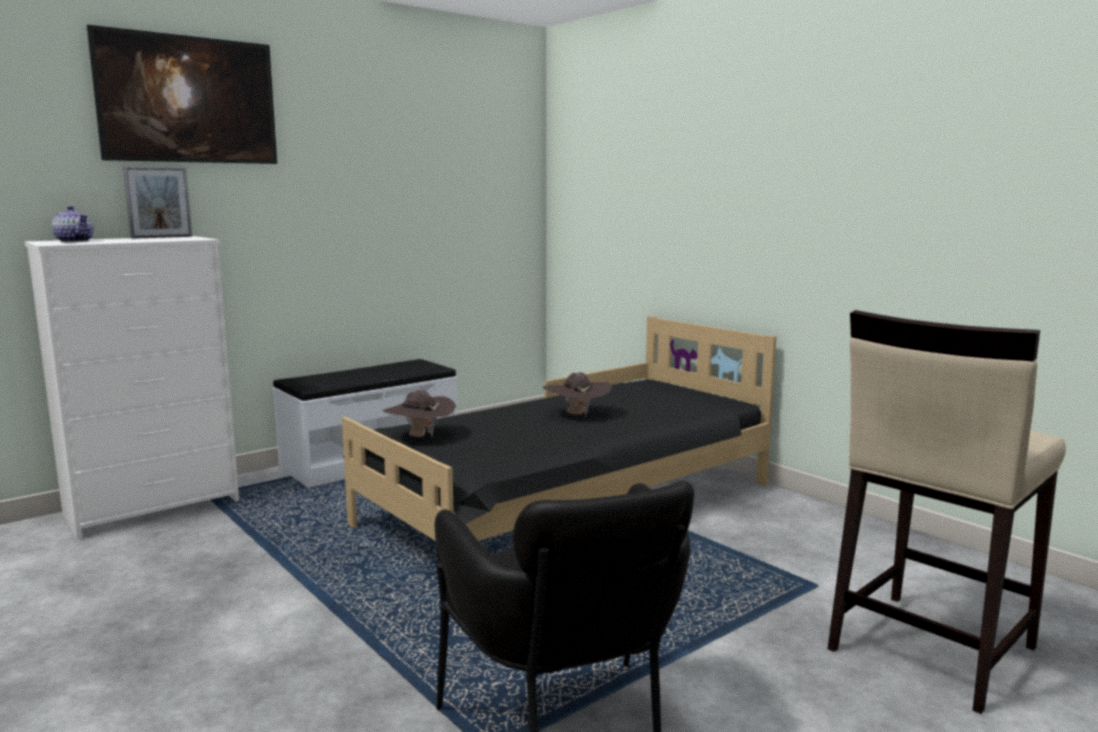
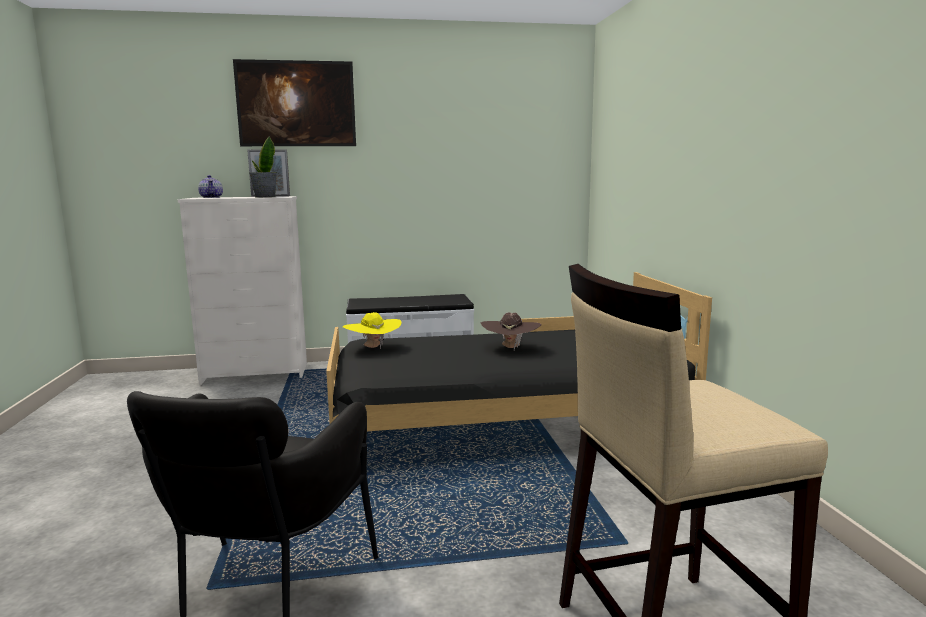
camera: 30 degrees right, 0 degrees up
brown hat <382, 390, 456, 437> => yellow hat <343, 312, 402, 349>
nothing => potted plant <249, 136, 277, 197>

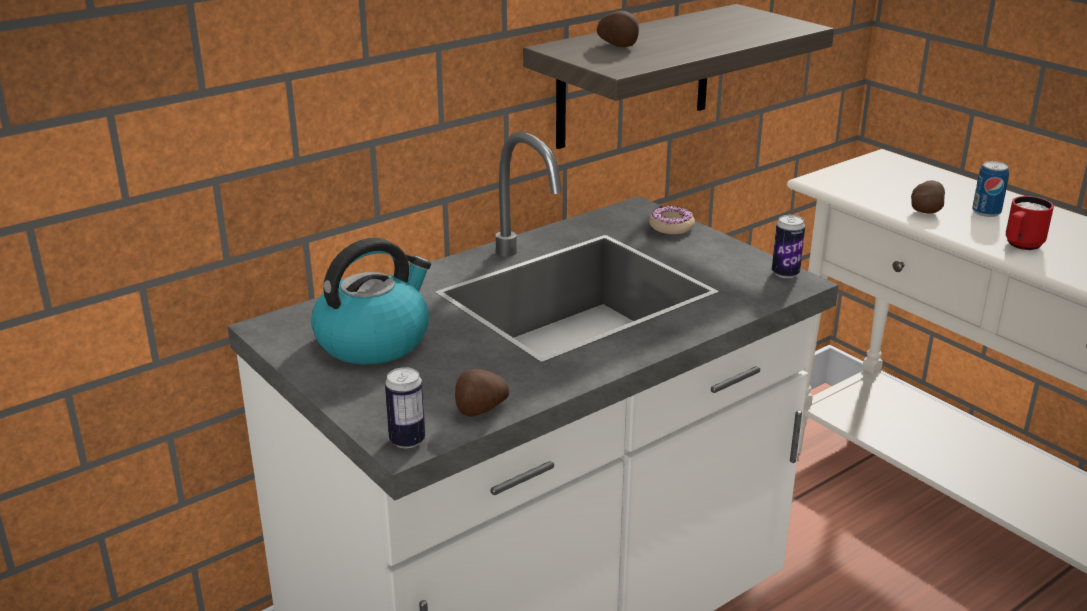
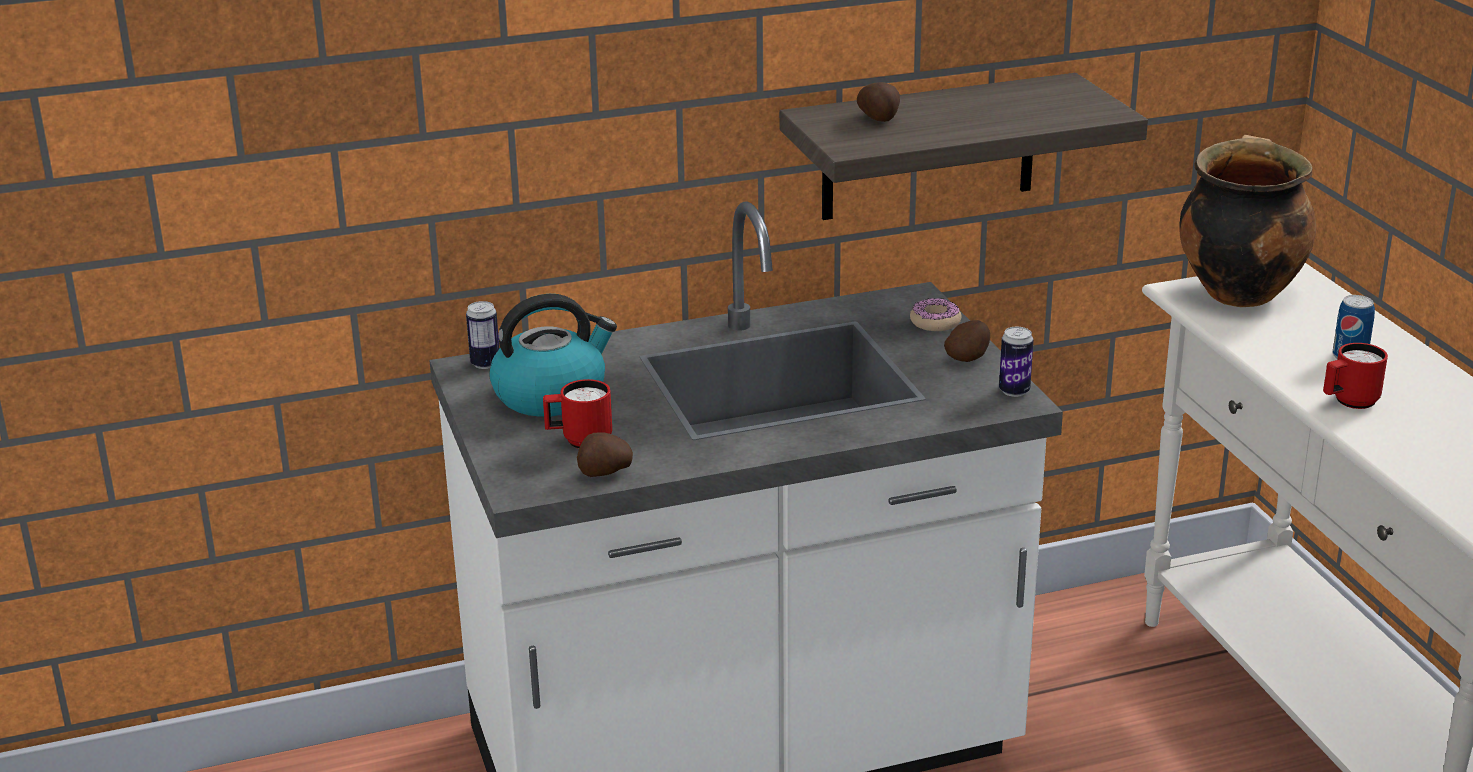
camera: 20 degrees right, 0 degrees up
can <385, 367, 425, 448> => can <466, 301, 499, 369>, moved
potato <911, 180, 945, 214> => potato <944, 320, 990, 362>, moved
nothing => red mug <543, 379, 612, 449>
nothing => cooking pot <1179, 135, 1316, 307>

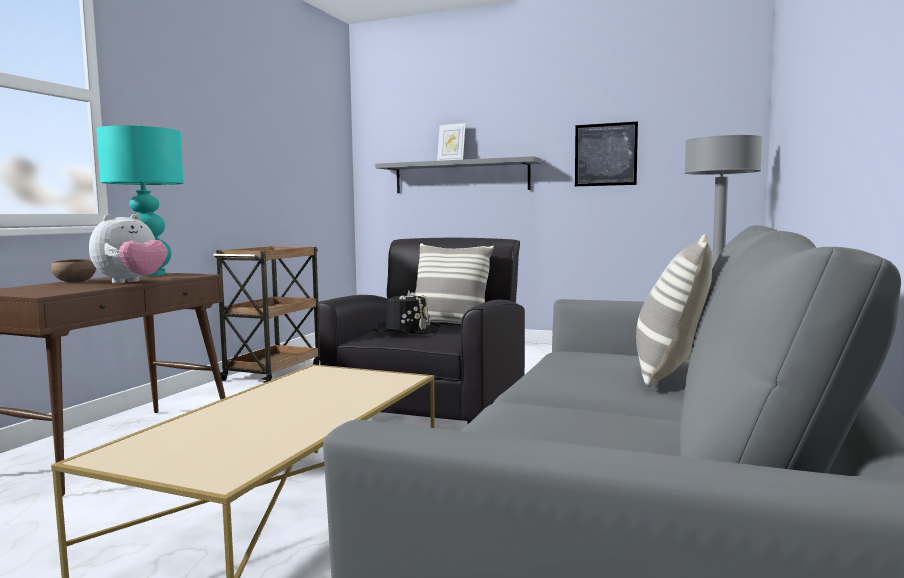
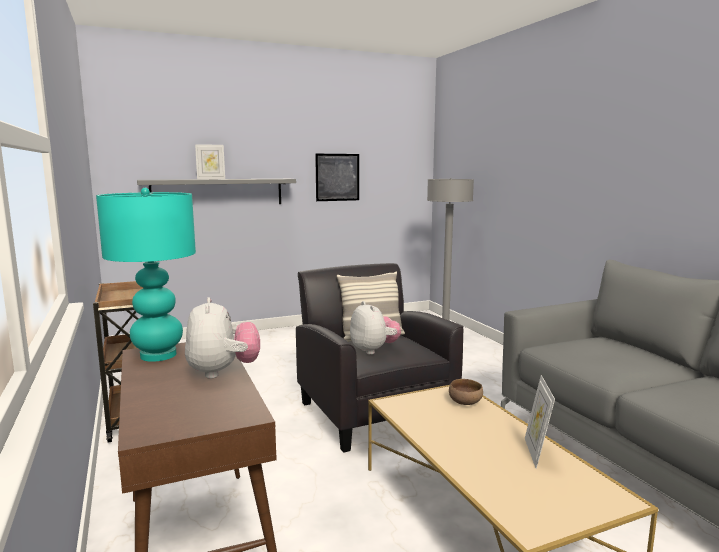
camera: 45 degrees left, 5 degrees up
brown bowl <51, 259, 96, 283> => brown bowl <449, 379, 483, 405>, moved
black hat <372, 291, 440, 334> => plush toy <350, 301, 401, 355>
pillow <636, 234, 712, 387> => nothing
nothing => picture frame <525, 375, 555, 469>

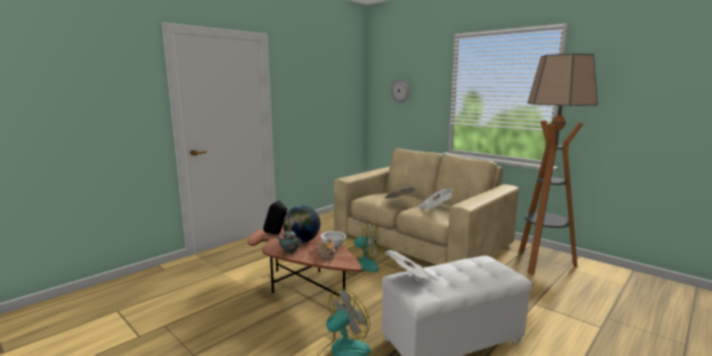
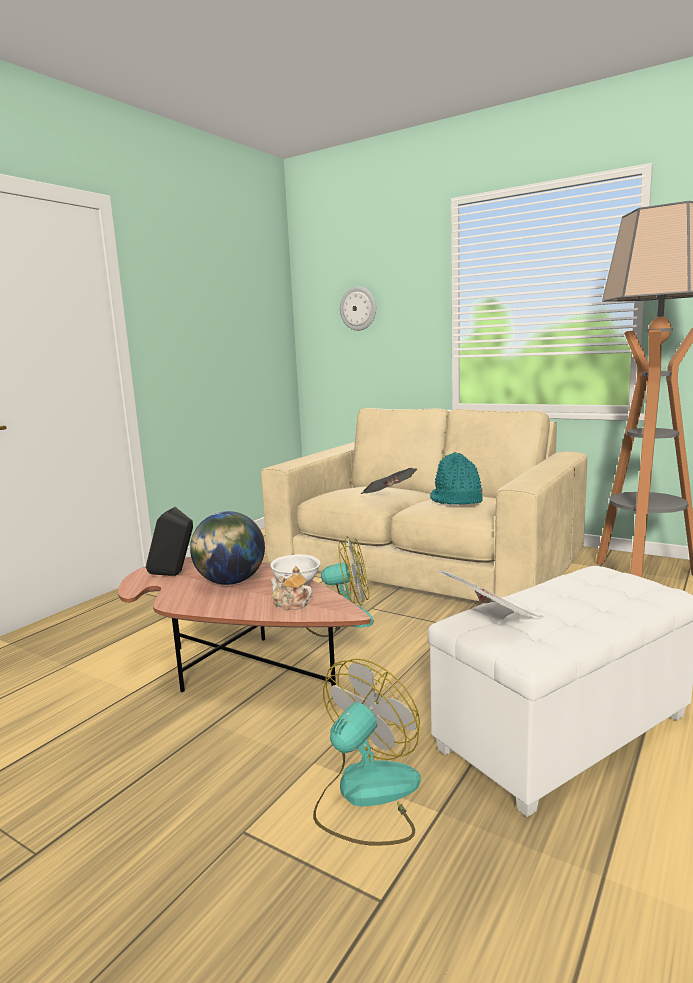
camera: 10 degrees left, 0 degrees up
teapot <277, 229, 303, 254> => nothing
newspaper <417, 188, 453, 210> => turquoise hat <430, 452, 483, 505>

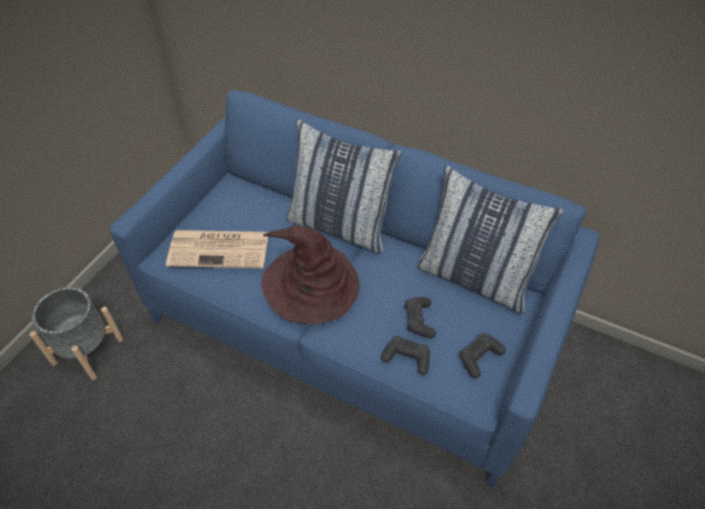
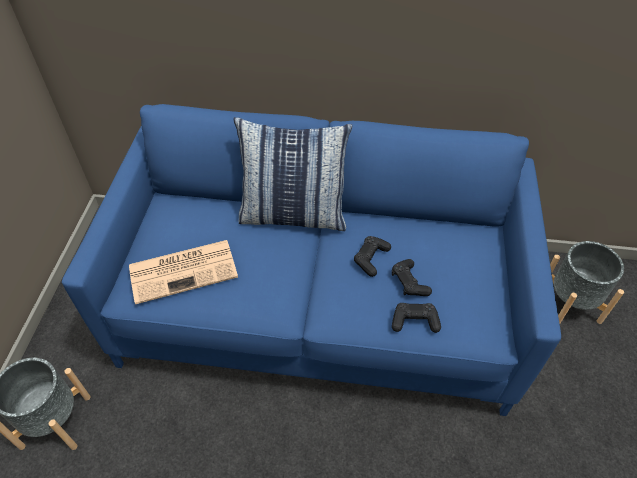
camera: 20 degrees left, 0 degrees up
brown hat <261, 225, 360, 324> => nothing
pillow <417, 165, 565, 314> => nothing
black game controller <460, 333, 506, 378> => black game controller <354, 236, 391, 277>, moved
nothing => grey planter <550, 241, 624, 324>

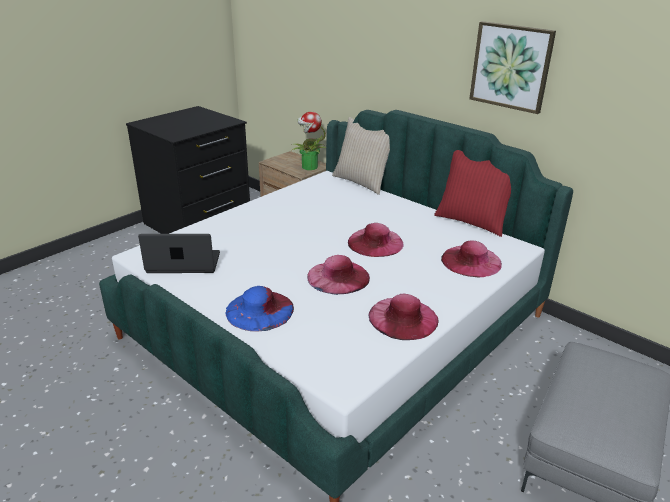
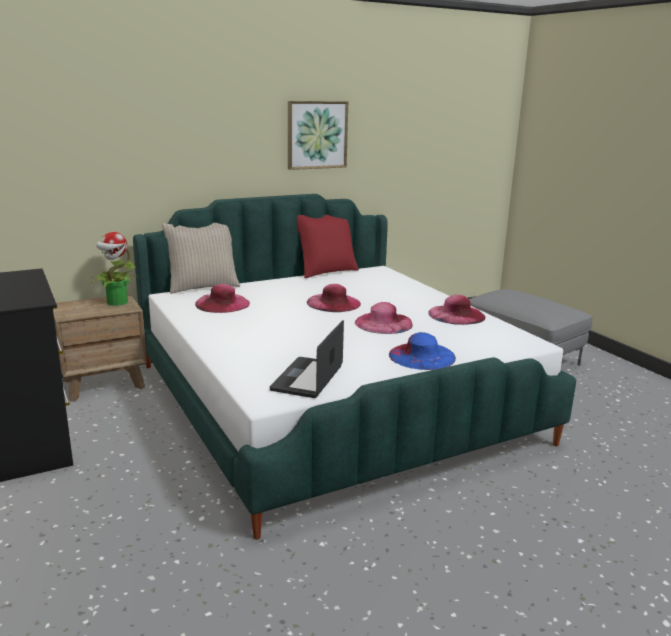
camera: 70 degrees left, 10 degrees down
pink hat <441, 240, 502, 277> => pink hat <195, 284, 250, 313>, moved

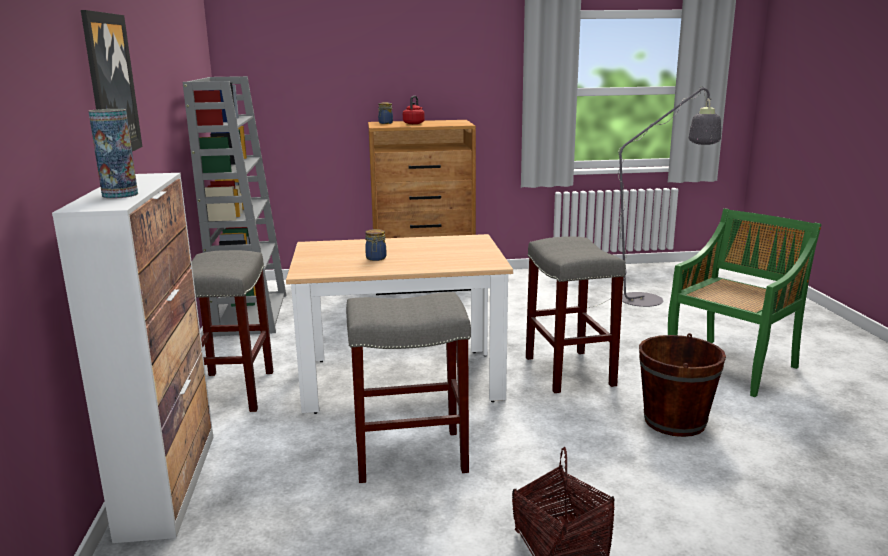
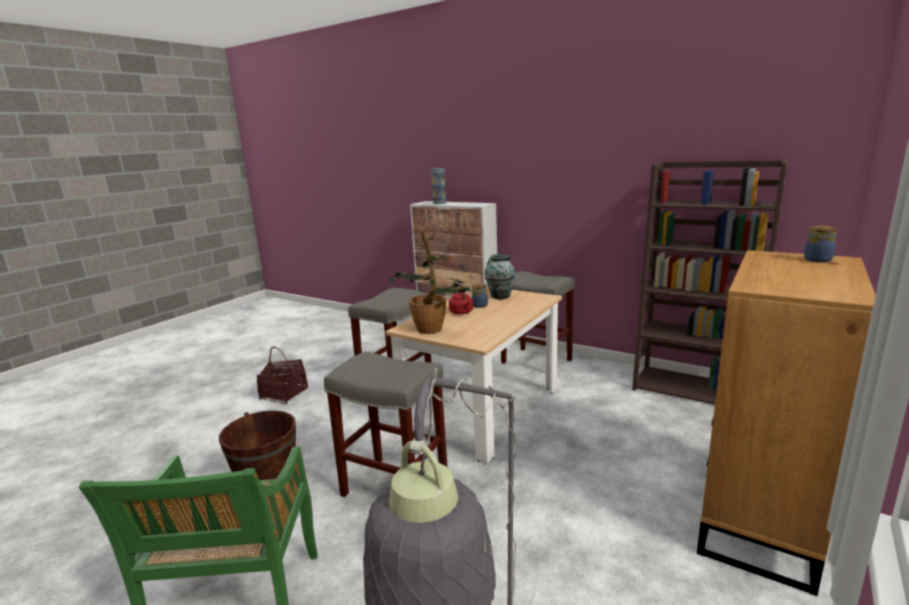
camera: 130 degrees right, 0 degrees up
picture <81, 10, 142, 151> => nothing
grey bookcase <182, 76, 286, 337> => brown bookcase <632, 160, 788, 405>
red kettle <403, 96, 425, 124> => red kettle <449, 283, 473, 314>, moved
nothing => potted plant <390, 231, 472, 334>
nothing => vase <485, 254, 515, 299>

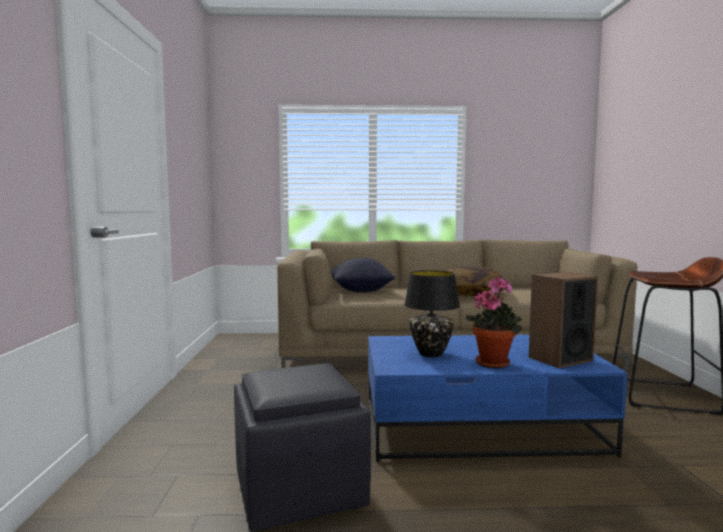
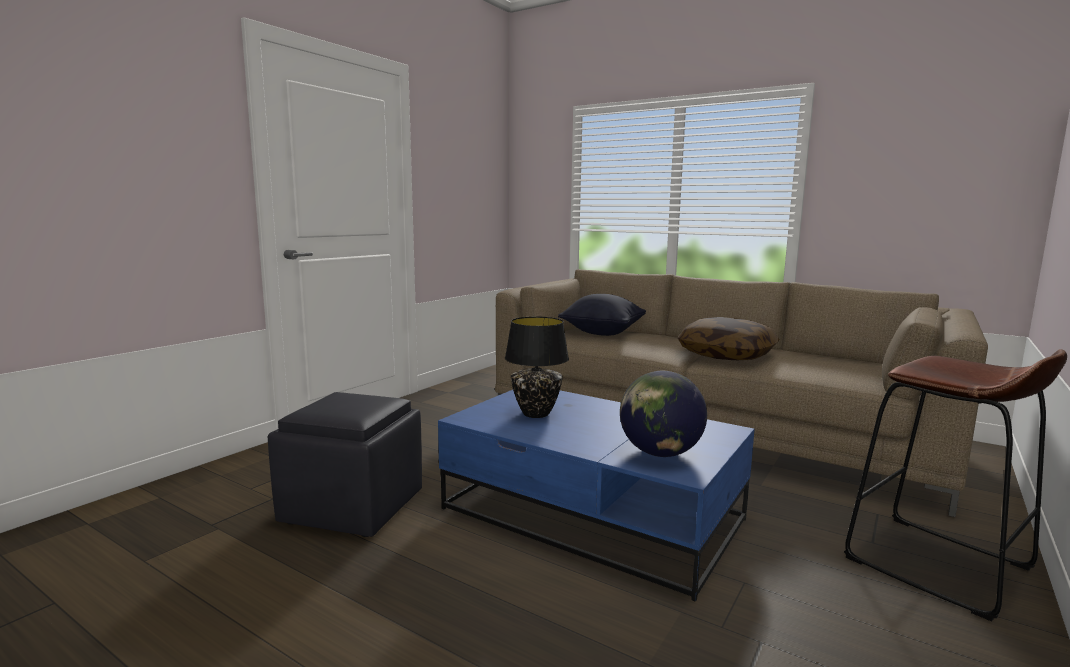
camera: 35 degrees right, 5 degrees up
potted plant <466, 277, 523, 368> => nothing
speaker <529, 272, 598, 368> => globe <620, 370, 707, 457>

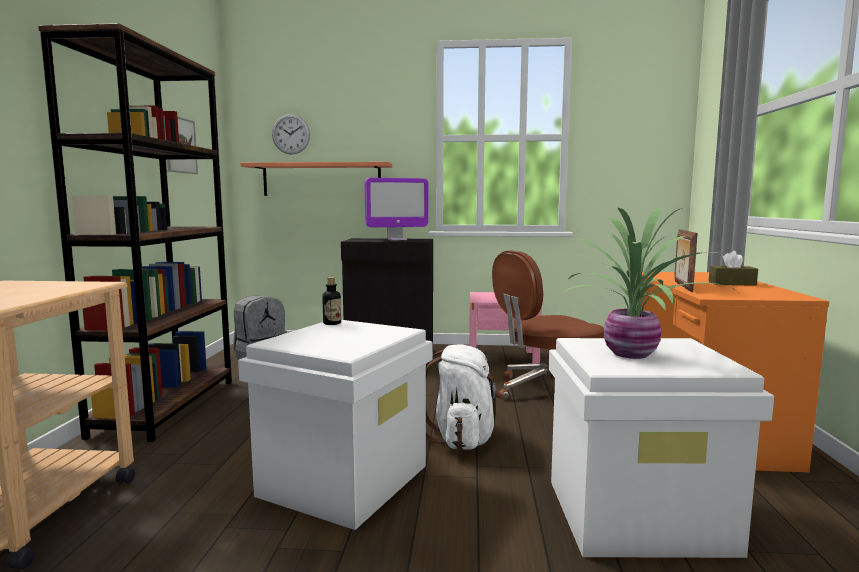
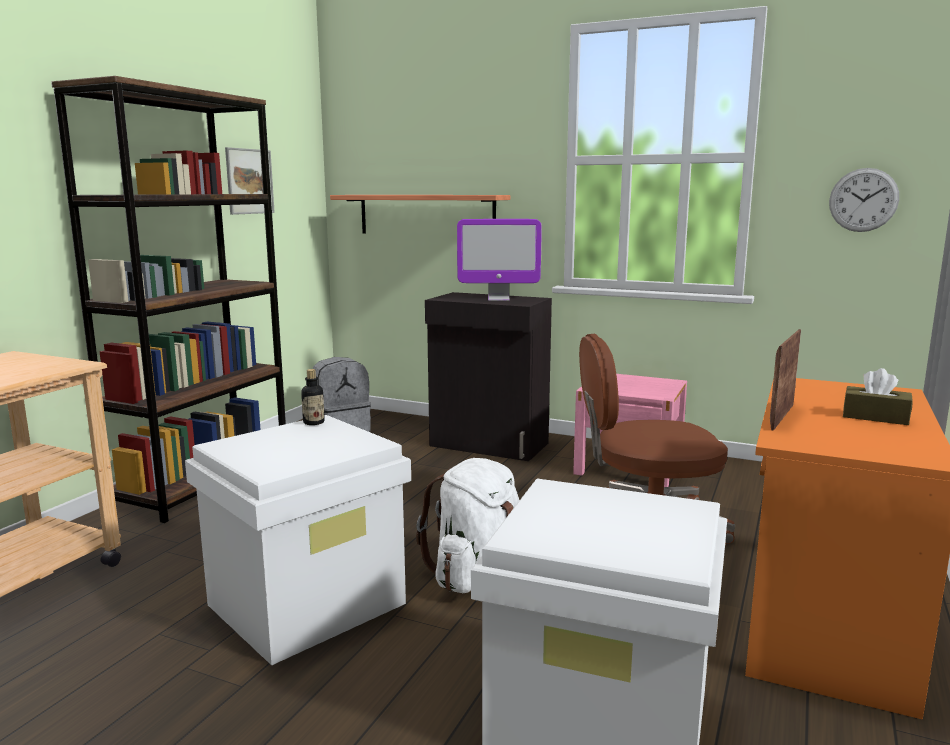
camera: 20 degrees right, 5 degrees up
wall clock <272, 114, 310, 154> => wall clock <829, 168, 899, 232>, moved
potted plant <561, 207, 735, 359> => nothing

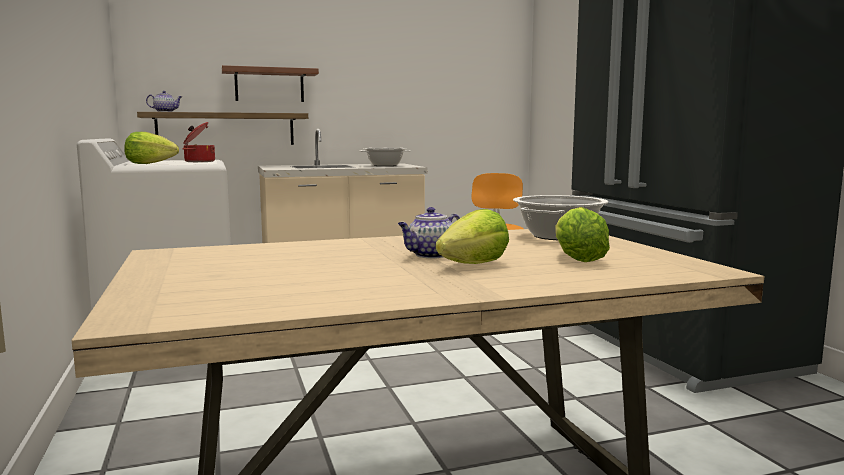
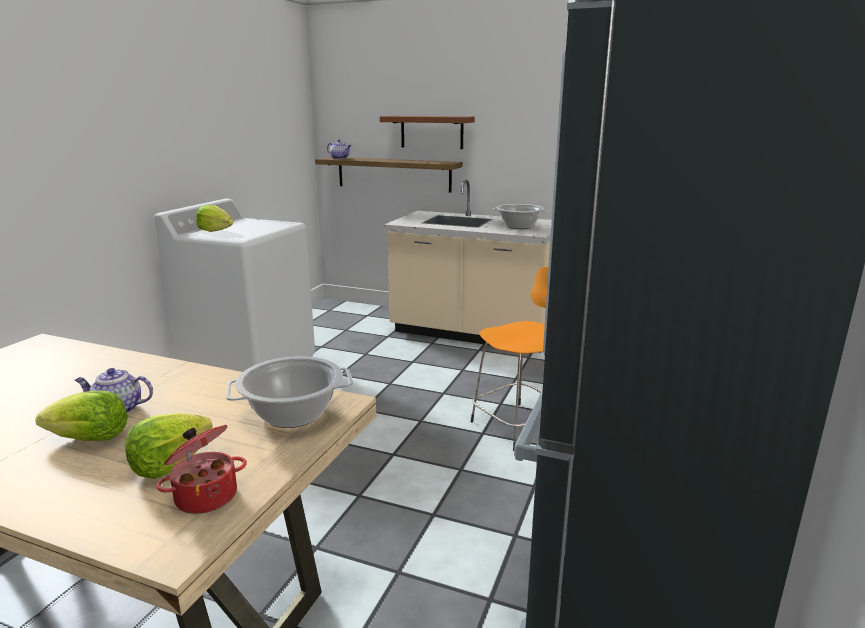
camera: 40 degrees right, 10 degrees up
cooking pot <183, 122, 215, 162> => cooking pot <156, 425, 247, 514>, moved

